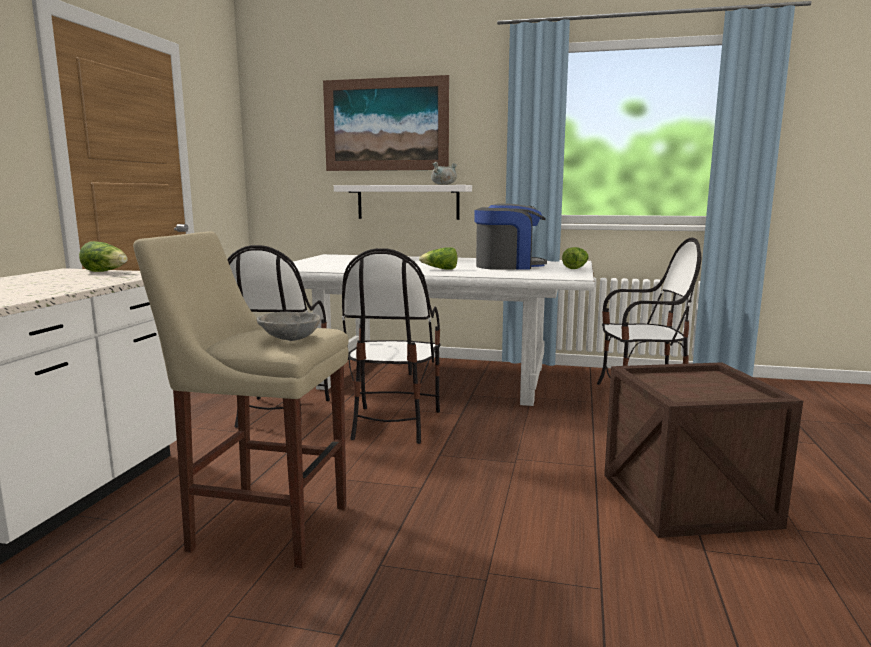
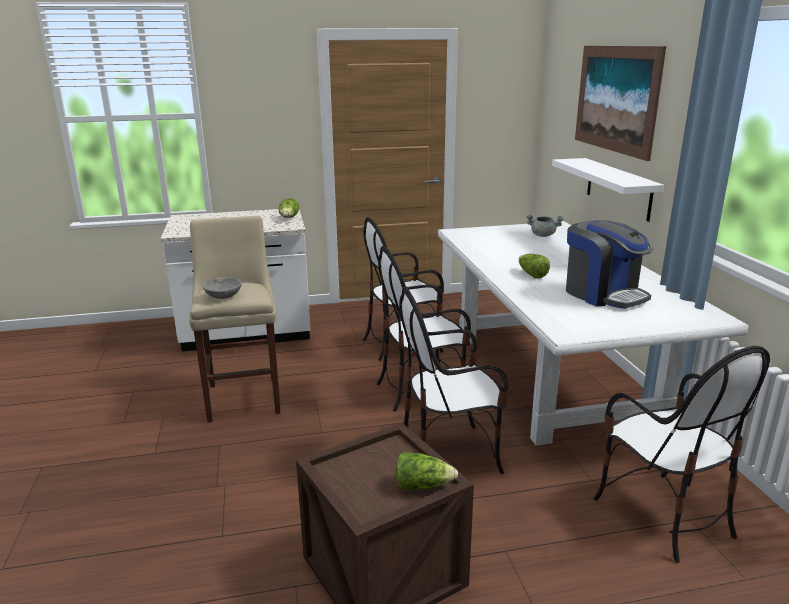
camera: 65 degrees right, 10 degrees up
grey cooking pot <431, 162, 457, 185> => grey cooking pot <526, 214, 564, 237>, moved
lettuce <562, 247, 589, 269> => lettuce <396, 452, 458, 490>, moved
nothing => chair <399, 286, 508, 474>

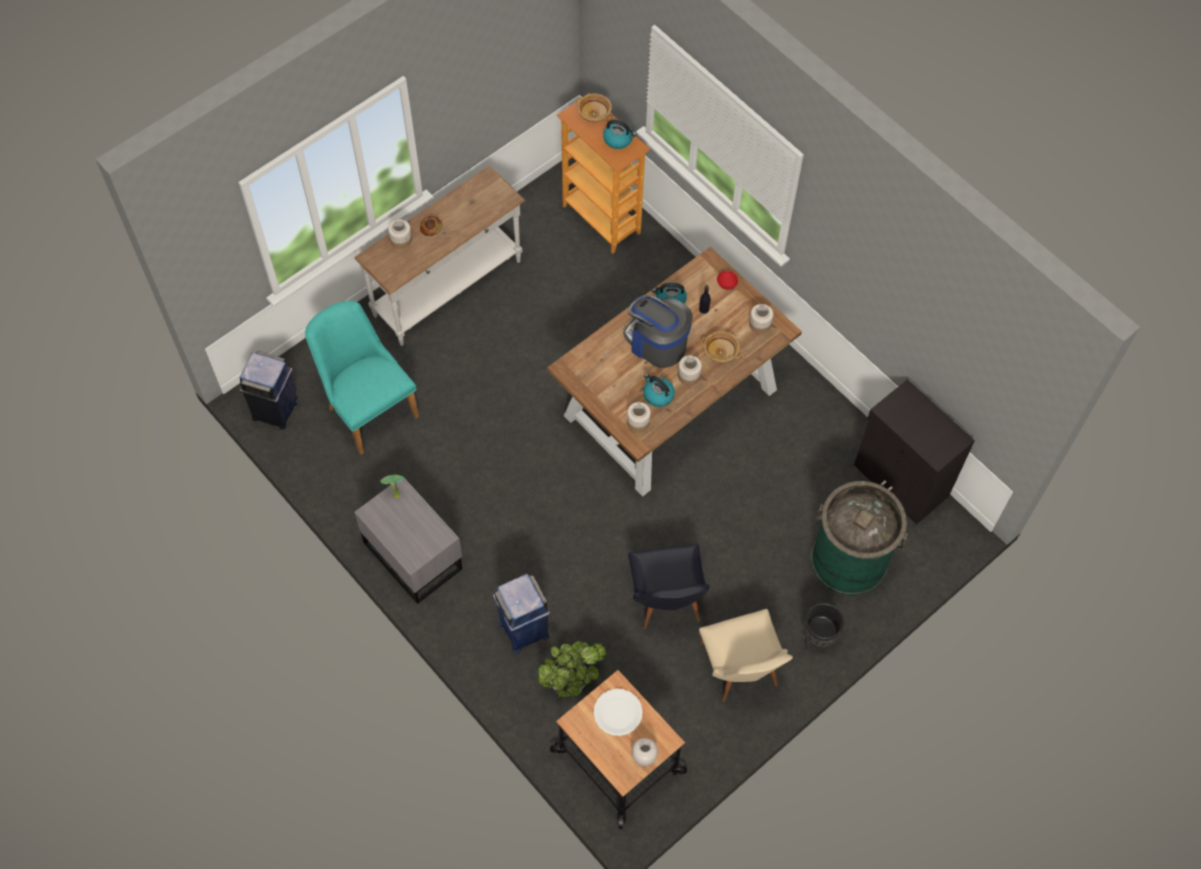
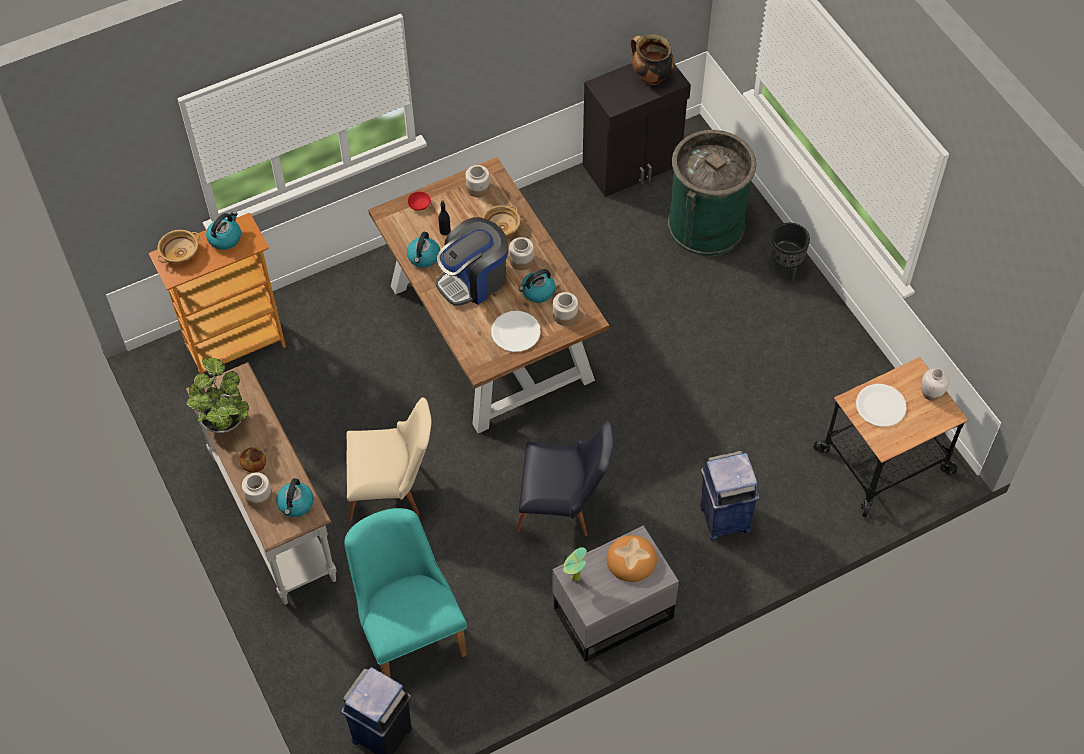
camera: 75 degrees left, 5 degrees down
turquoise chair <305, 301, 419, 455> => turquoise chair <344, 508, 467, 678>, 90 degrees clockwise
potted plant <538, 641, 606, 698> => potted plant <186, 358, 249, 433>, moved
black chair <628, 544, 710, 629> => black chair <516, 420, 614, 536>, moved
beige chair <699, 609, 793, 702> => beige chair <346, 397, 432, 522>, moved
nothing => kettle <276, 478, 314, 517>
nothing => white plate <491, 311, 540, 352>
nothing => bread <607, 535, 657, 582>
nothing => cooking pot <631, 35, 674, 85>

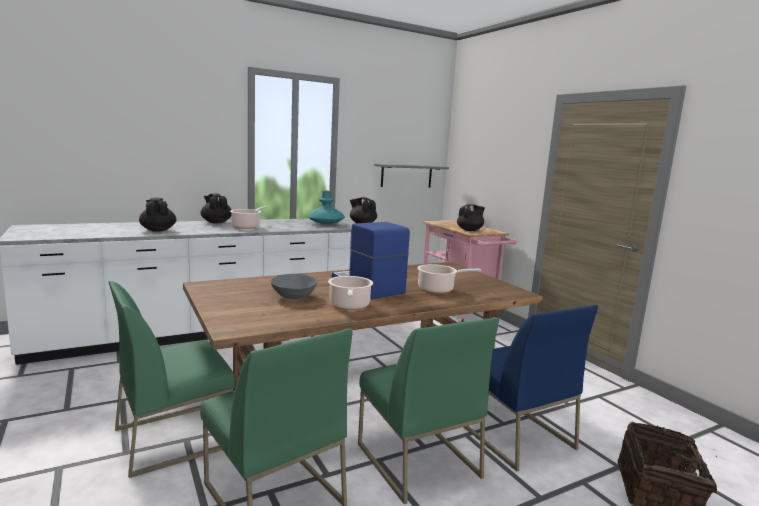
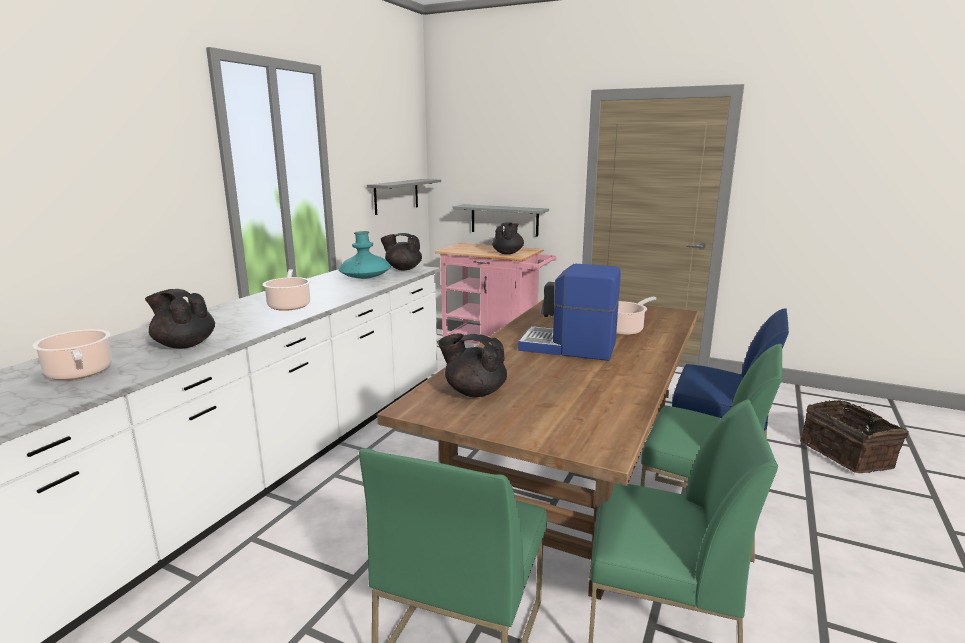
camera: 35 degrees left, 5 degrees up
black teapot <201, 193, 232, 224> => black teapot <438, 333, 507, 397>, moved
grey bowl <270, 274, 318, 299> => nothing
cooking pot <328, 276, 373, 310> => cooking pot <32, 329, 112, 380>, moved
nothing => grey shelf <453, 204, 549, 237>

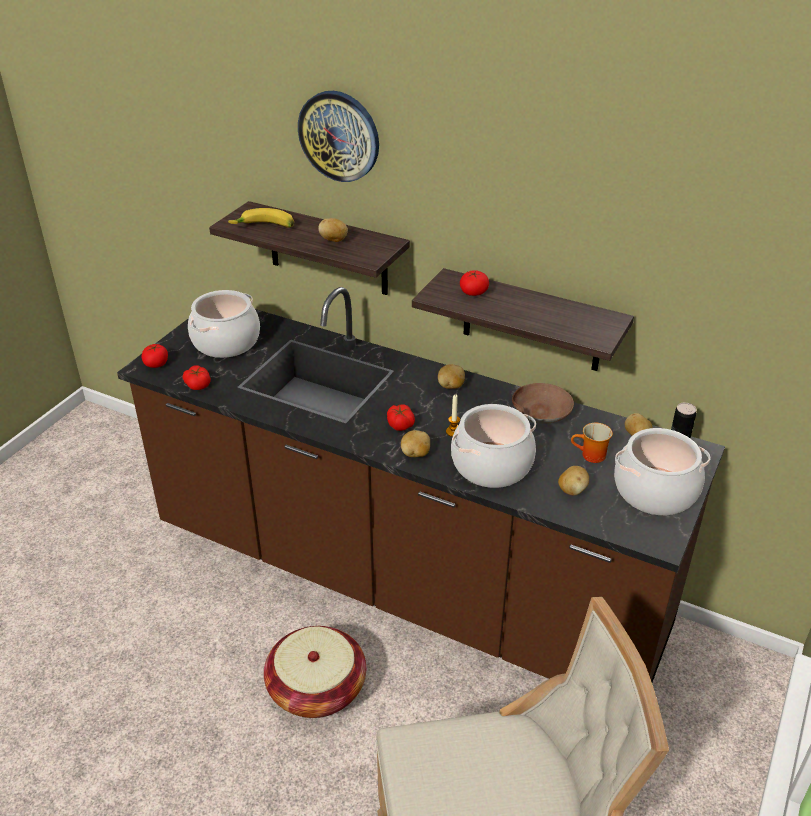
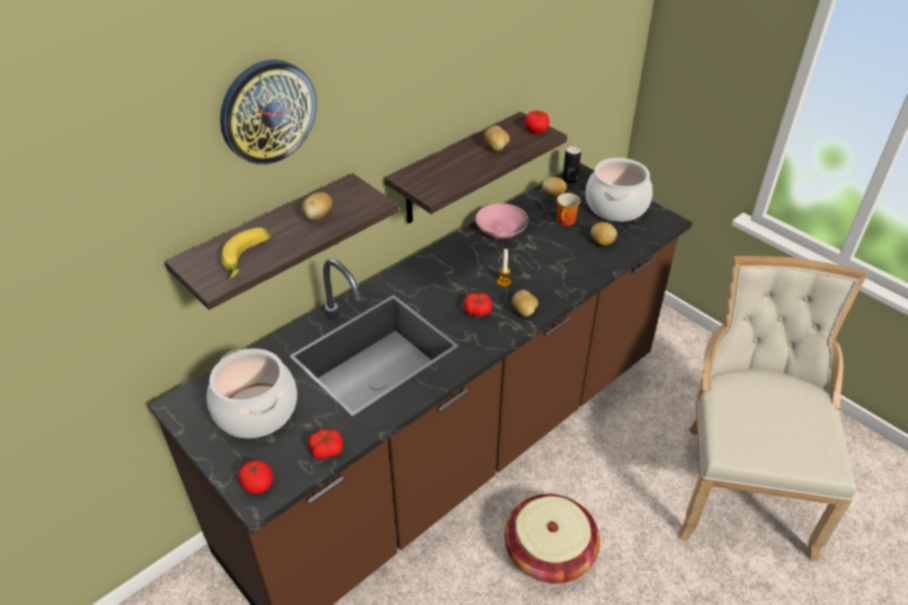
camera: 70 degrees left, 5 degrees up
potato <438, 364, 465, 389> => potato <484, 126, 510, 151>, moved
cooking pot <451, 404, 536, 488> => nothing
tomato <460, 270, 489, 296> => tomato <525, 111, 550, 133>, moved
brown bowl <512, 383, 574, 424> => pink bowl <475, 203, 529, 238>

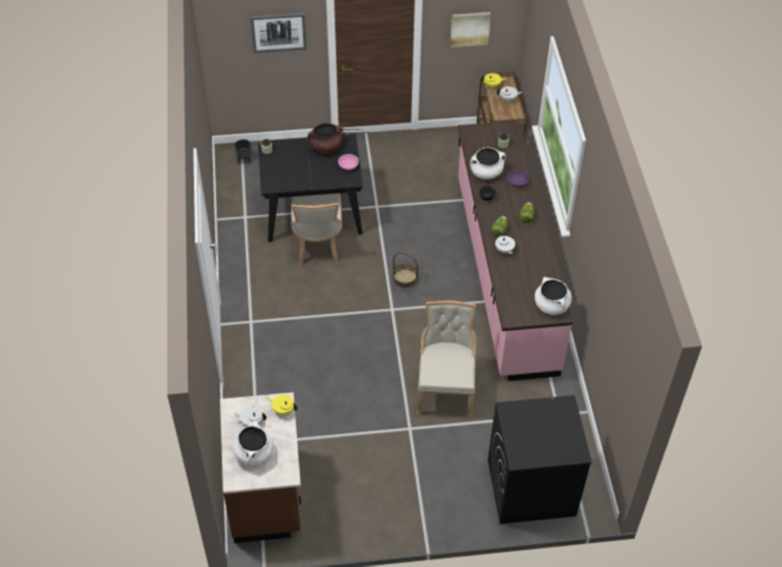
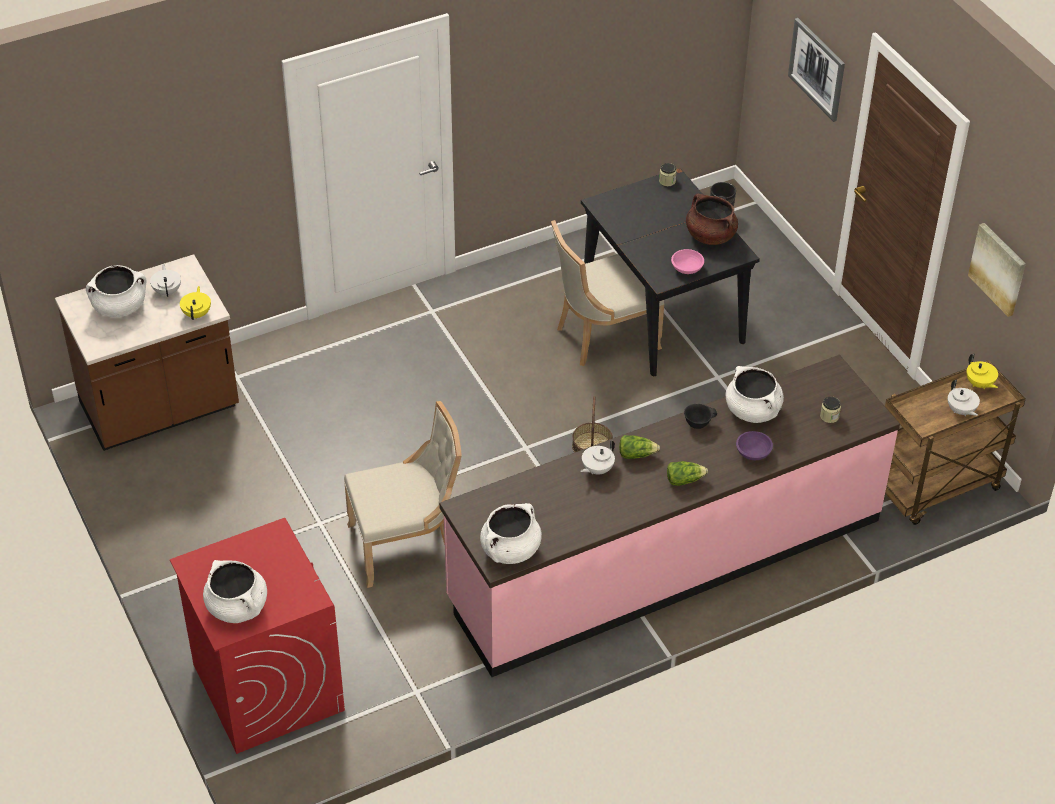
camera: 70 degrees right, 5 degrees down
black washing machine <488, 395, 592, 524> => red washing machine <170, 518, 345, 754>
nothing => white cooking pot <203, 560, 267, 623>

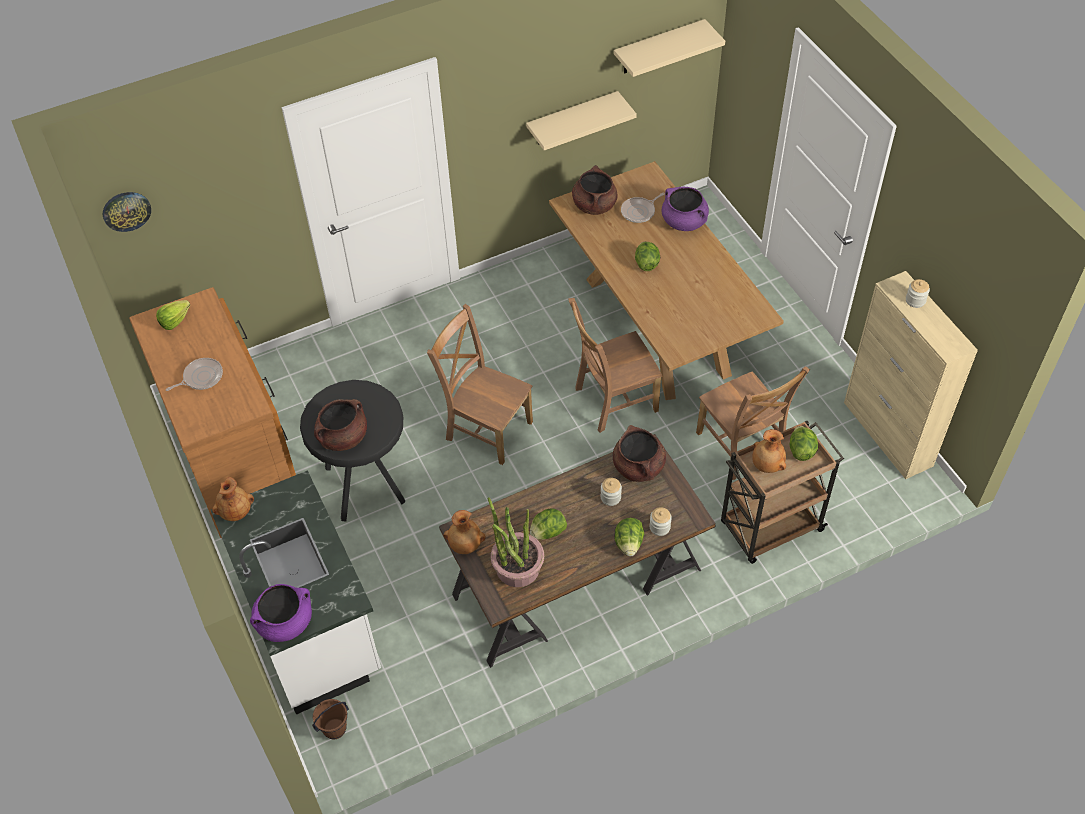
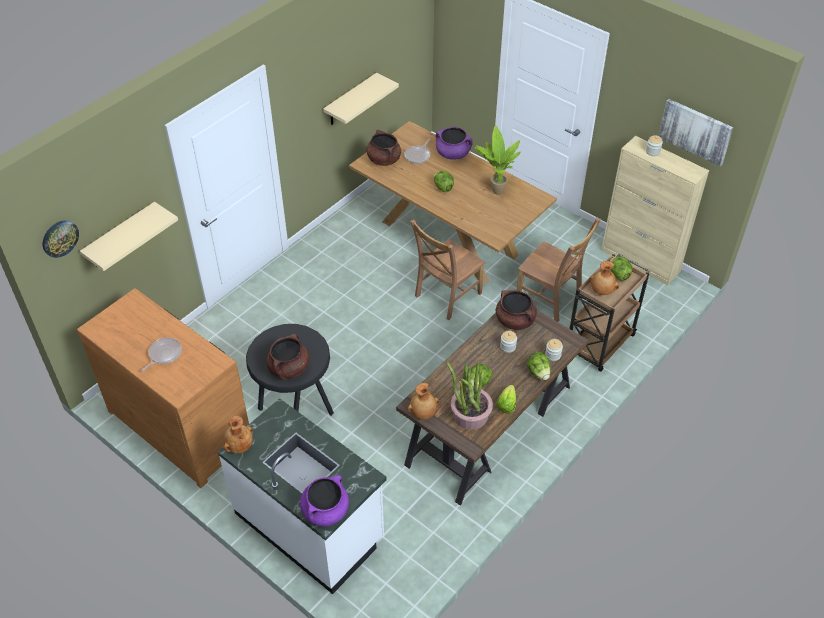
camera: 25 degrees left, 5 degrees down
lettuce <156, 300, 190, 330> => lettuce <496, 385, 516, 414>, moved
brown bucket <312, 699, 349, 739> => nothing
brown chair <427, 304, 533, 465> => nothing
beige shelf <614, 19, 725, 77> => beige shelf <80, 202, 178, 271>, moved
nothing => potted plant <475, 125, 521, 195>
nothing => picture <659, 99, 733, 166>

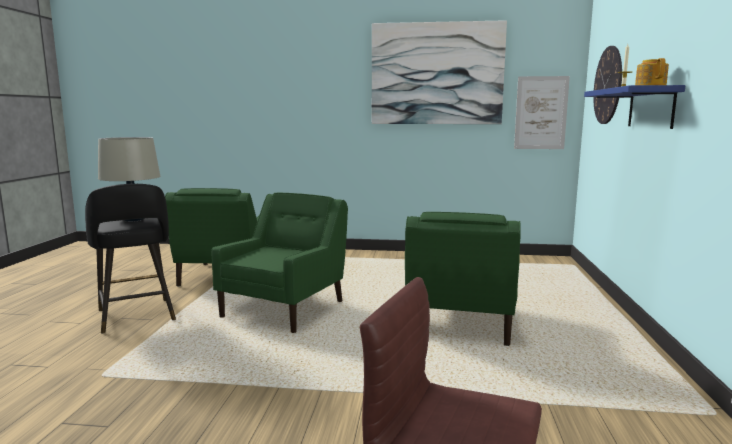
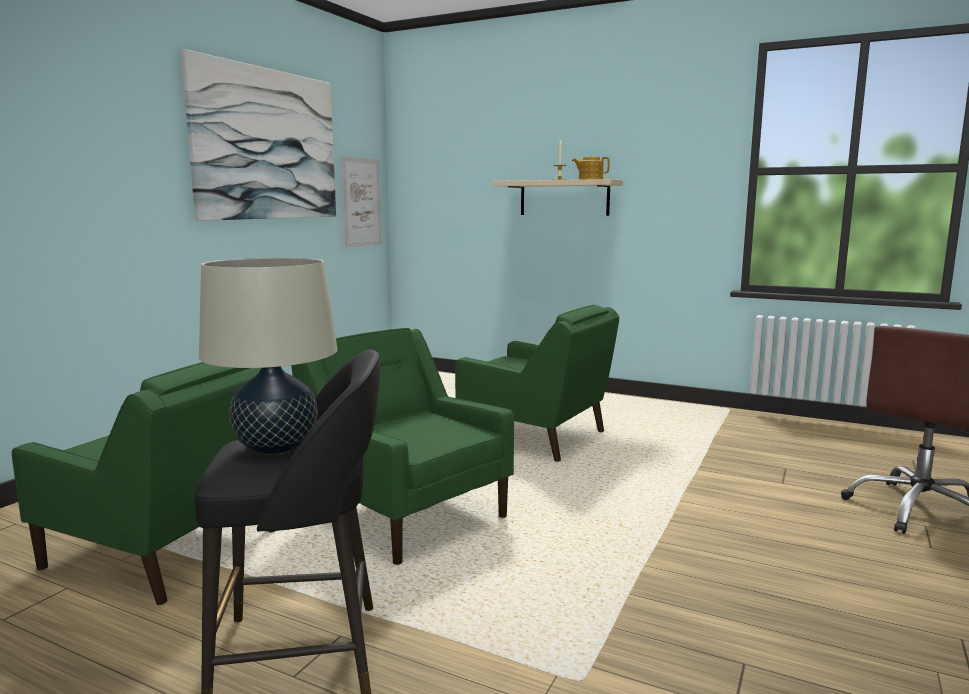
camera: 70 degrees left, 0 degrees up
blue shelf <584, 85, 685, 129> => beige shelf <493, 179, 623, 216>
wall clock <593, 46, 622, 124> => nothing

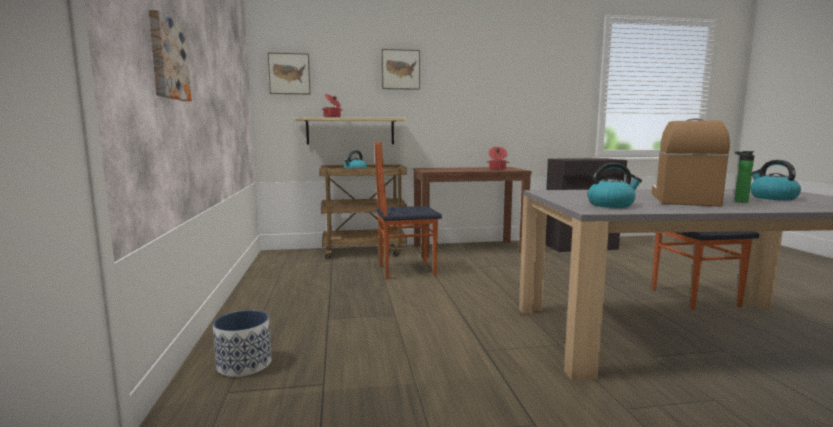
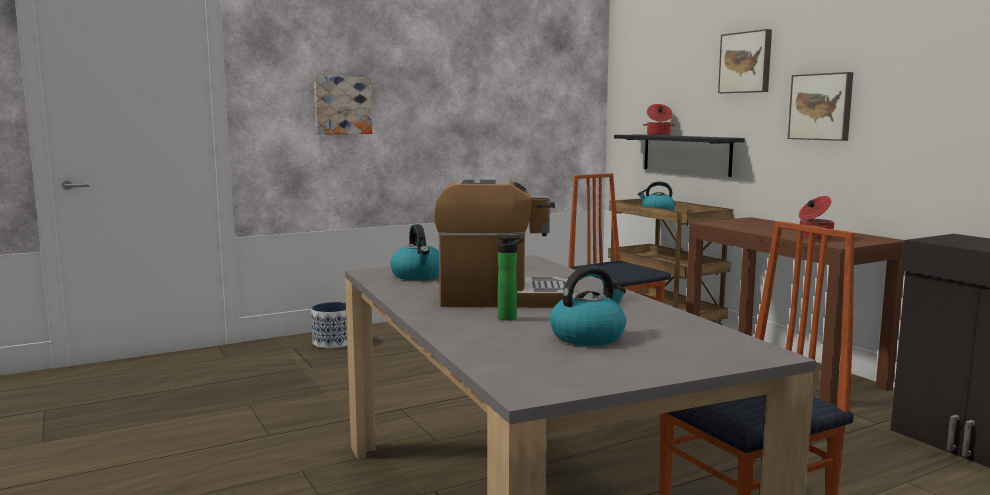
camera: 70 degrees right, 0 degrees up
picture <268, 52, 310, 94> => picture <788, 72, 853, 141>, moved
beige shelf <293, 117, 406, 145> => black shelf <614, 135, 745, 177>

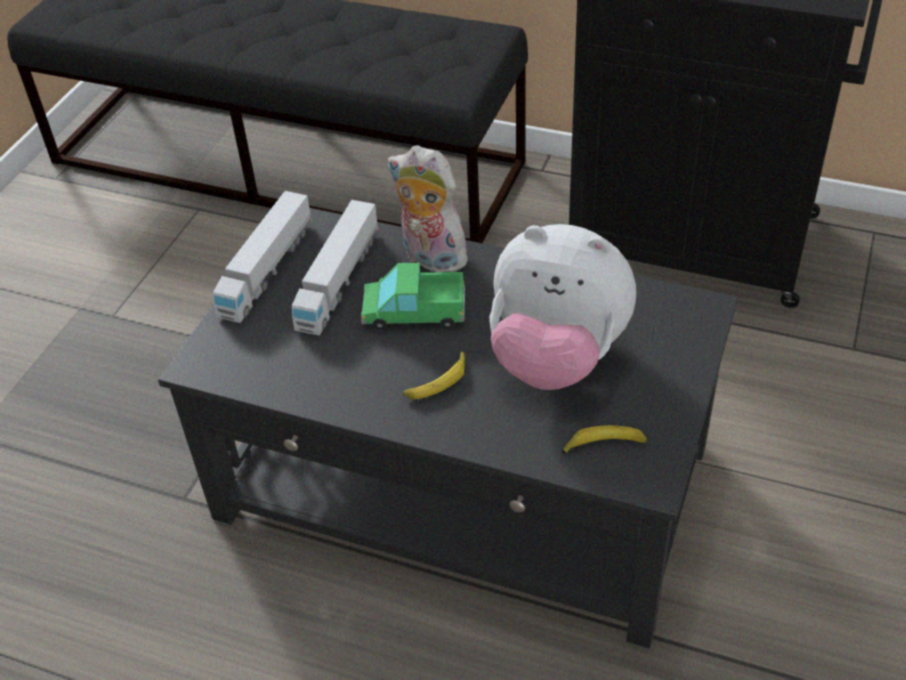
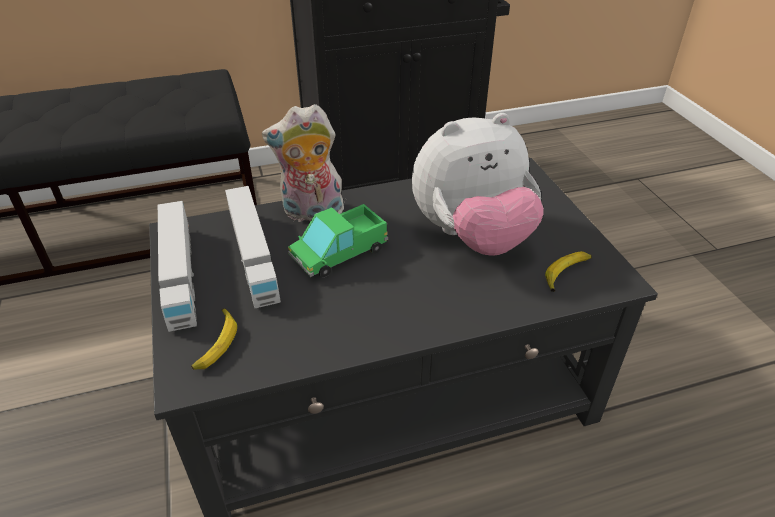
camera: 40 degrees left, 5 degrees down
banana <403, 351, 465, 400> => banana <191, 308, 237, 370>, moved

